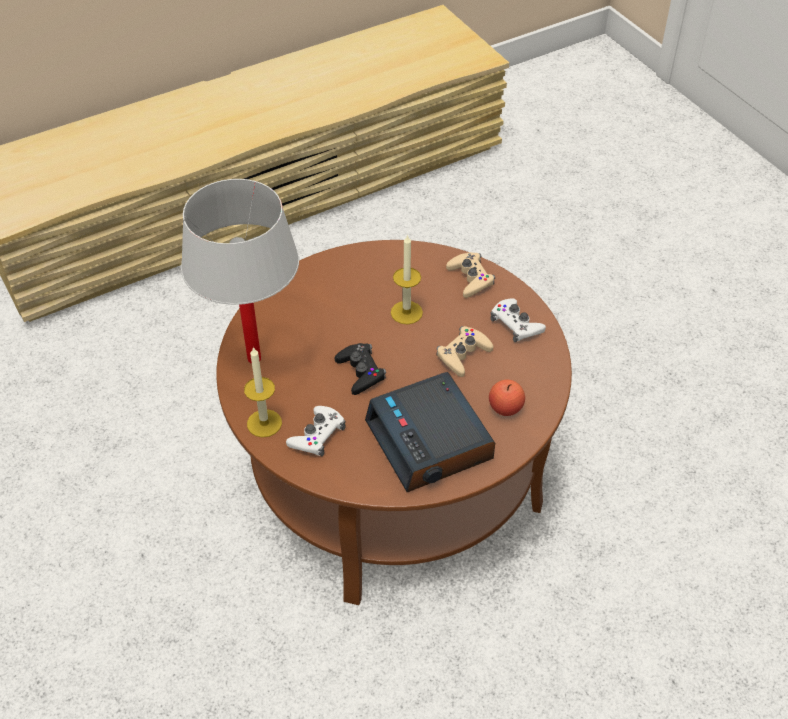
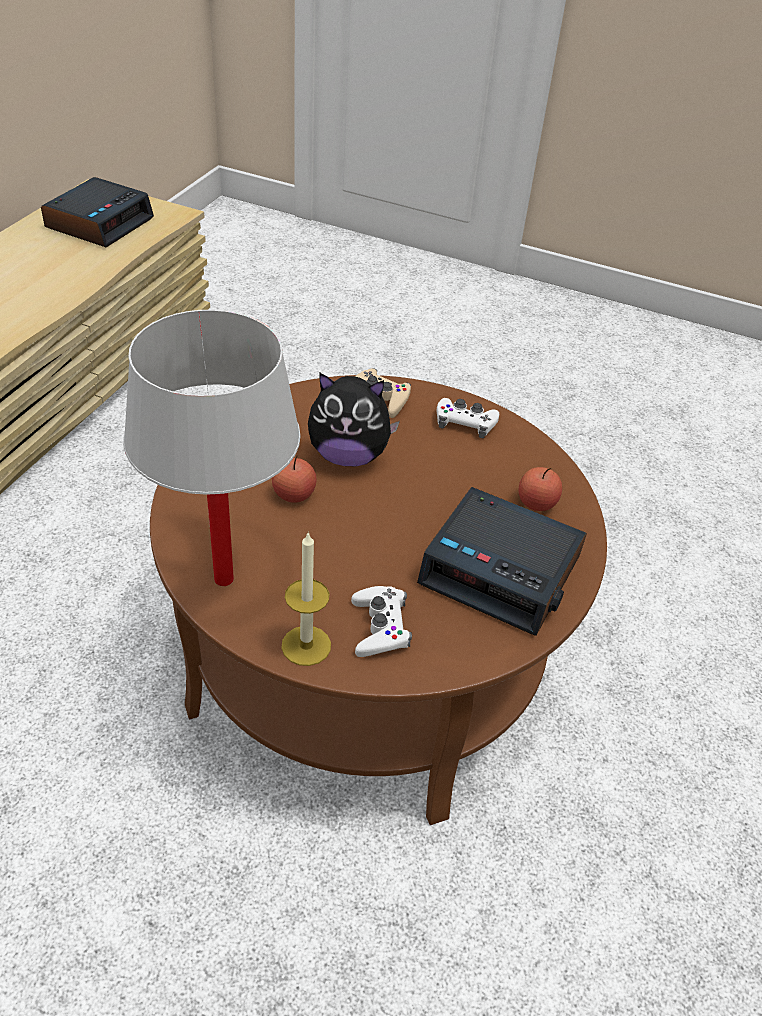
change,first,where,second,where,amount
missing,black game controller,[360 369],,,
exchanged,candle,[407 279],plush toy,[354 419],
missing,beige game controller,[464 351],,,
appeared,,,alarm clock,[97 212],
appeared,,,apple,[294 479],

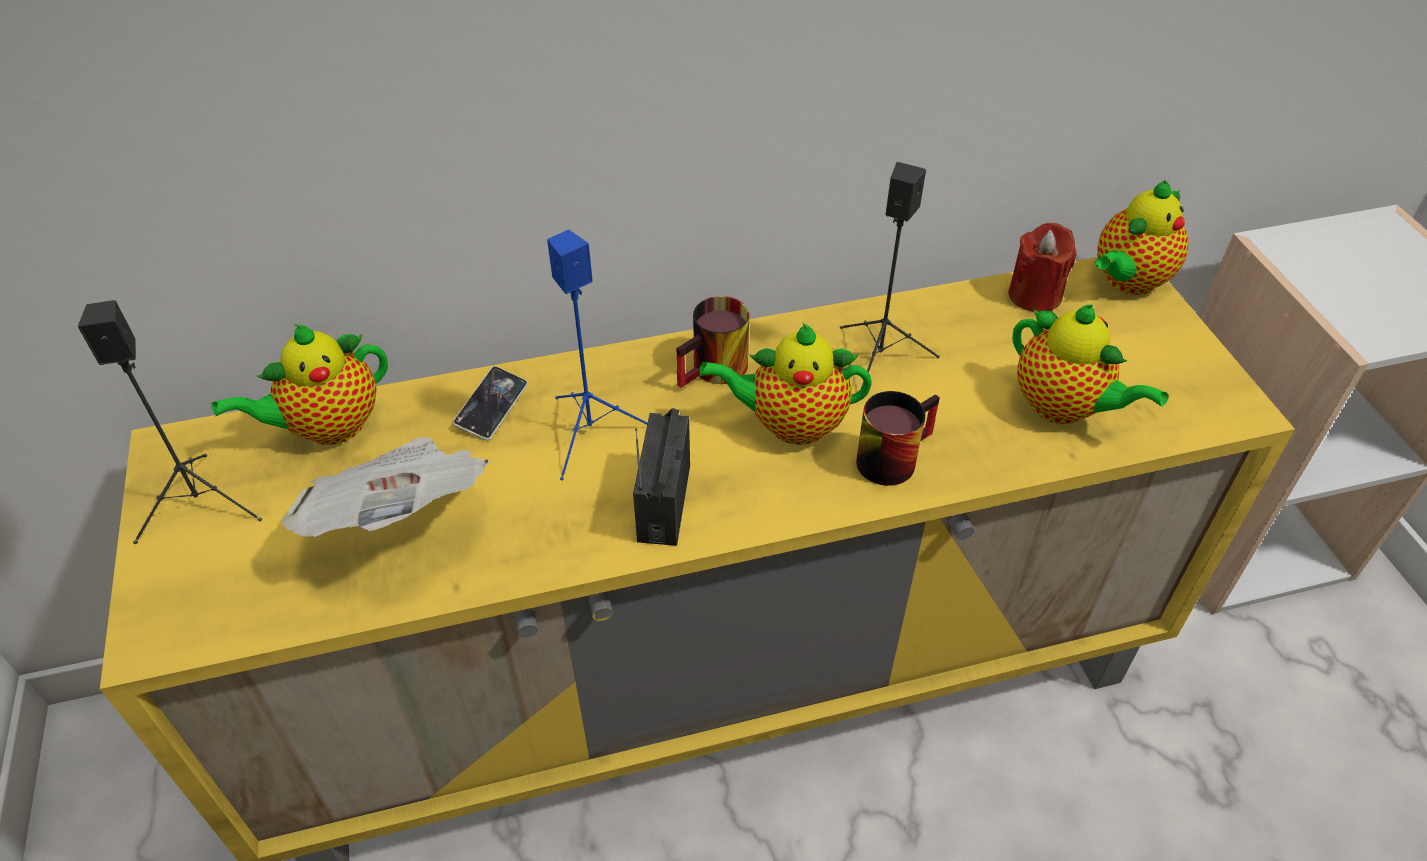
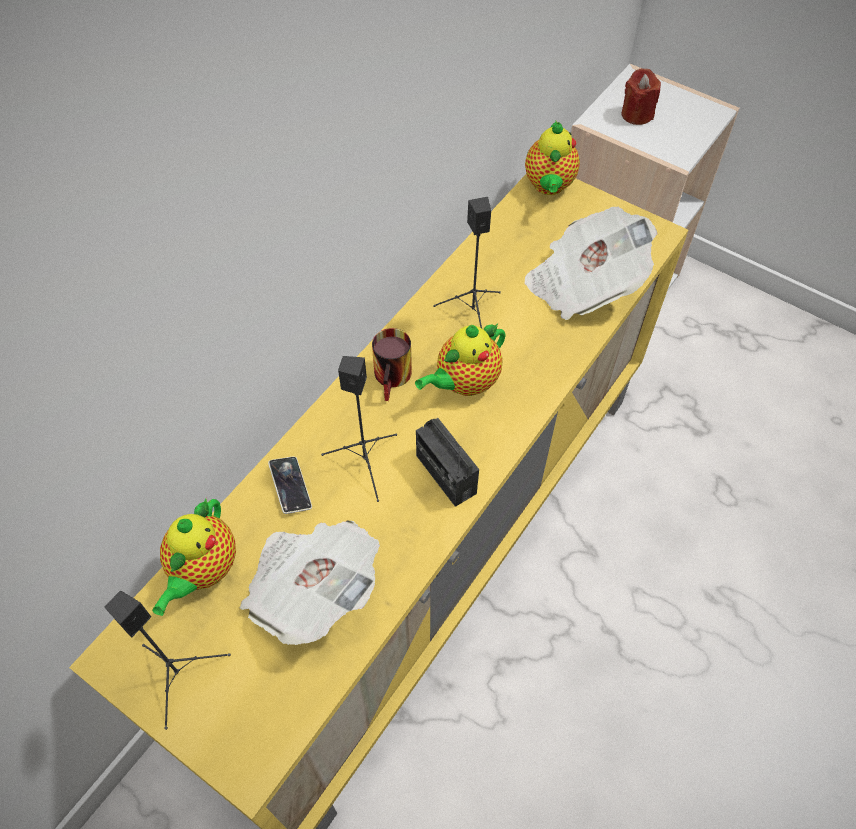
change,first,where,second,where,amount
colour,blue speaker,[597 355],black speaker,[359 429],
missing,mug,[898 438],,,
relocated,red candle,[1042 267],,[641 96],
exchanged,teapot,[1090 364],newspaper,[591 263],

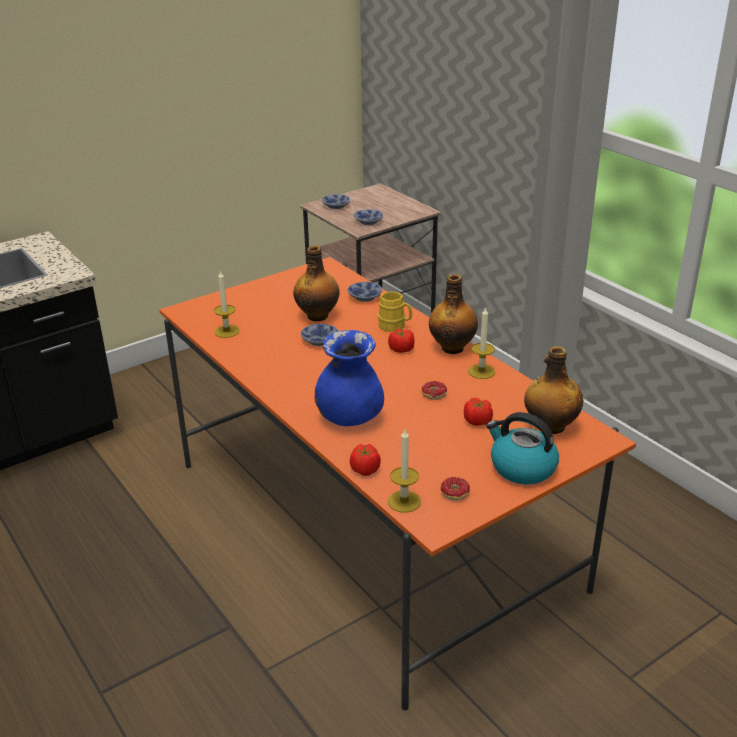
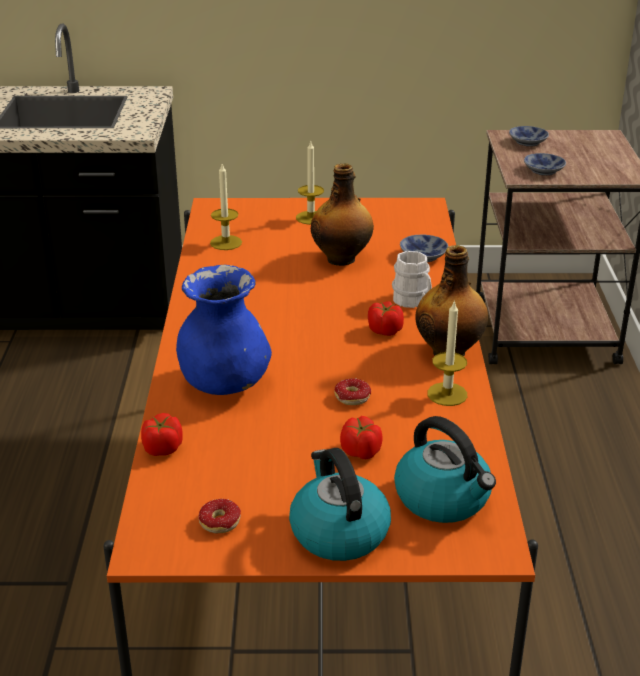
change,first,where,second,where,amount
missing,bowl,[319 335],,,
colour,yellow mug,[395 311],white mug,[412 279],
relocated,candle,[404 471],,[310 183],
exchanged,bottle,[553 390],kettle,[445 469],

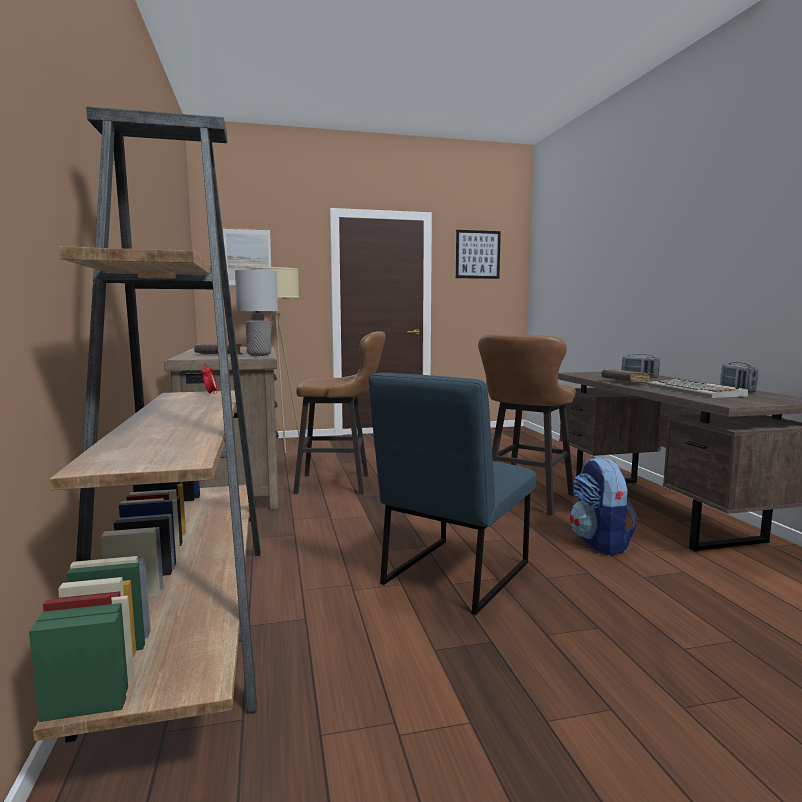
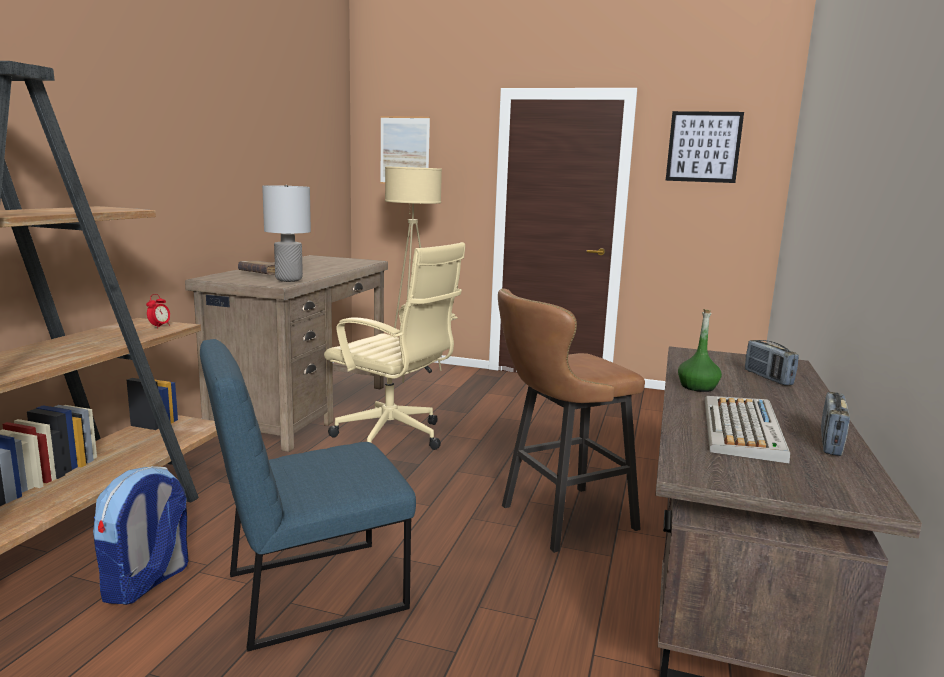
change,first,where,second,where,amount
exchanged,brown stool,[339 412],beige office chair,[394 346],
relocated,backpack,[604 506],,[141 535],
exchanged,brown book,[627 376],green bottle,[700 350],

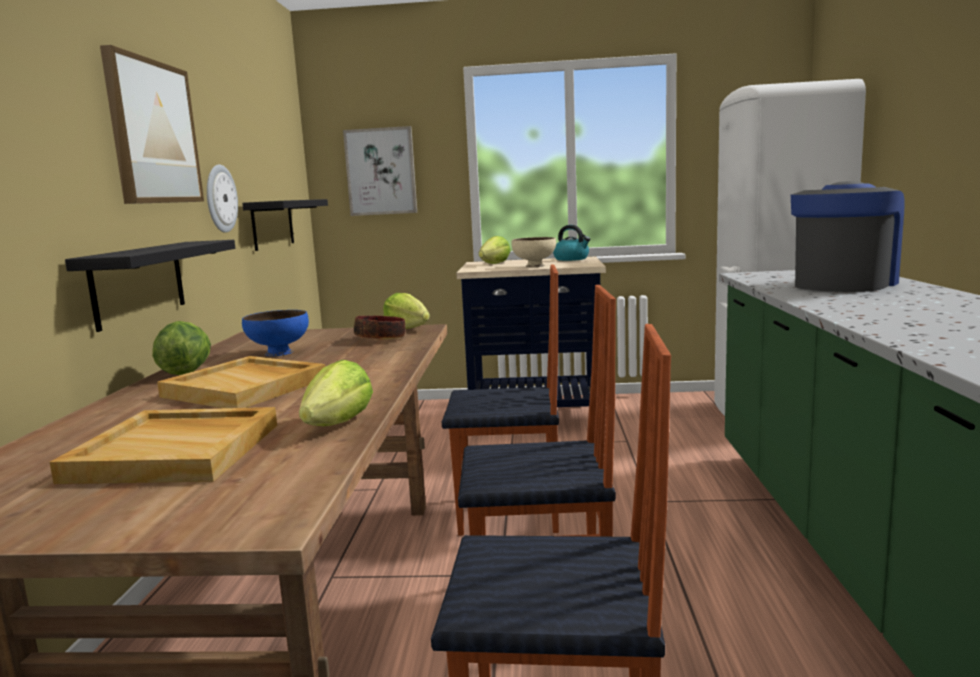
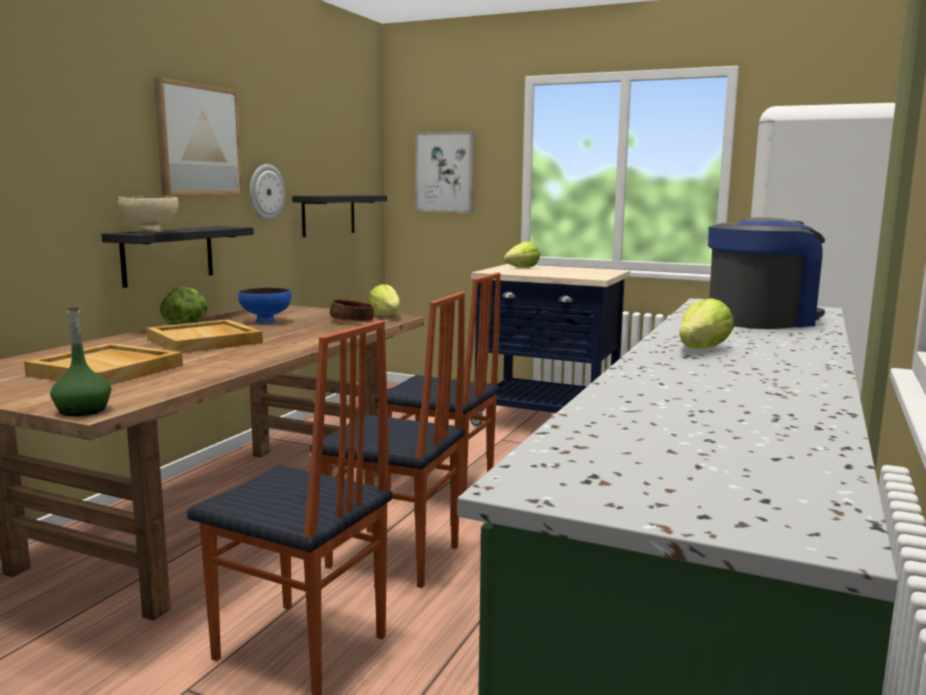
change,first,where,second,where,amount
relocated,lettuce,[336 393],,[706 323],
relocated,beige bowl,[533 252],,[148 214],
missing,kettle,[571 243],,,
appeared,,,green bottle,[80 362],

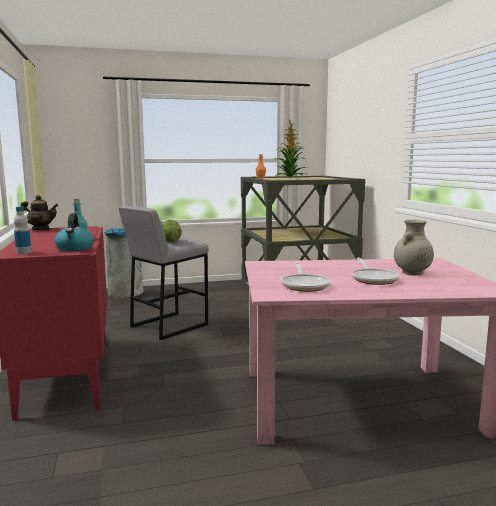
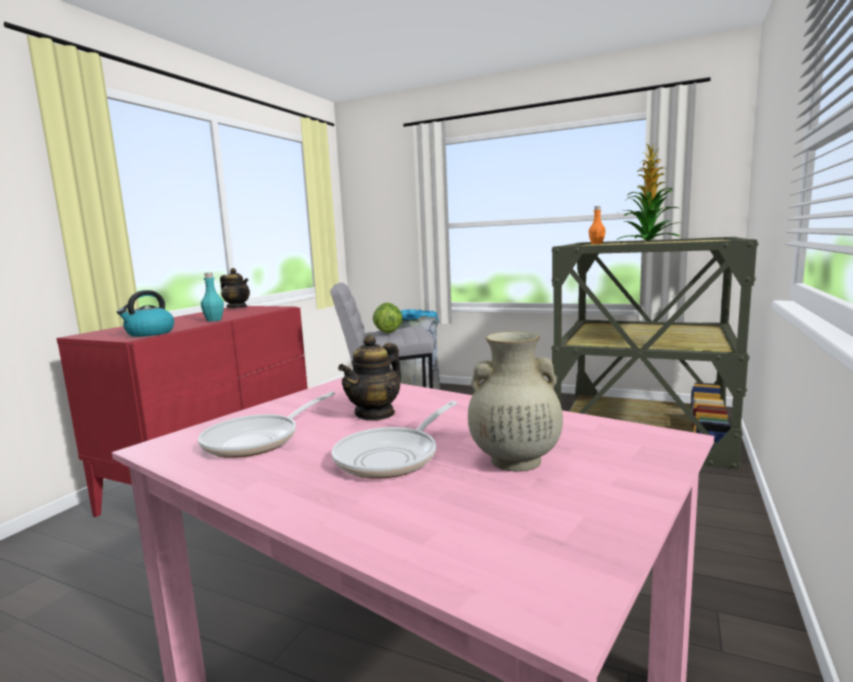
change,first,where,second,where,amount
missing,bottle,[23 230],,,
appeared,,,teapot,[370 377],

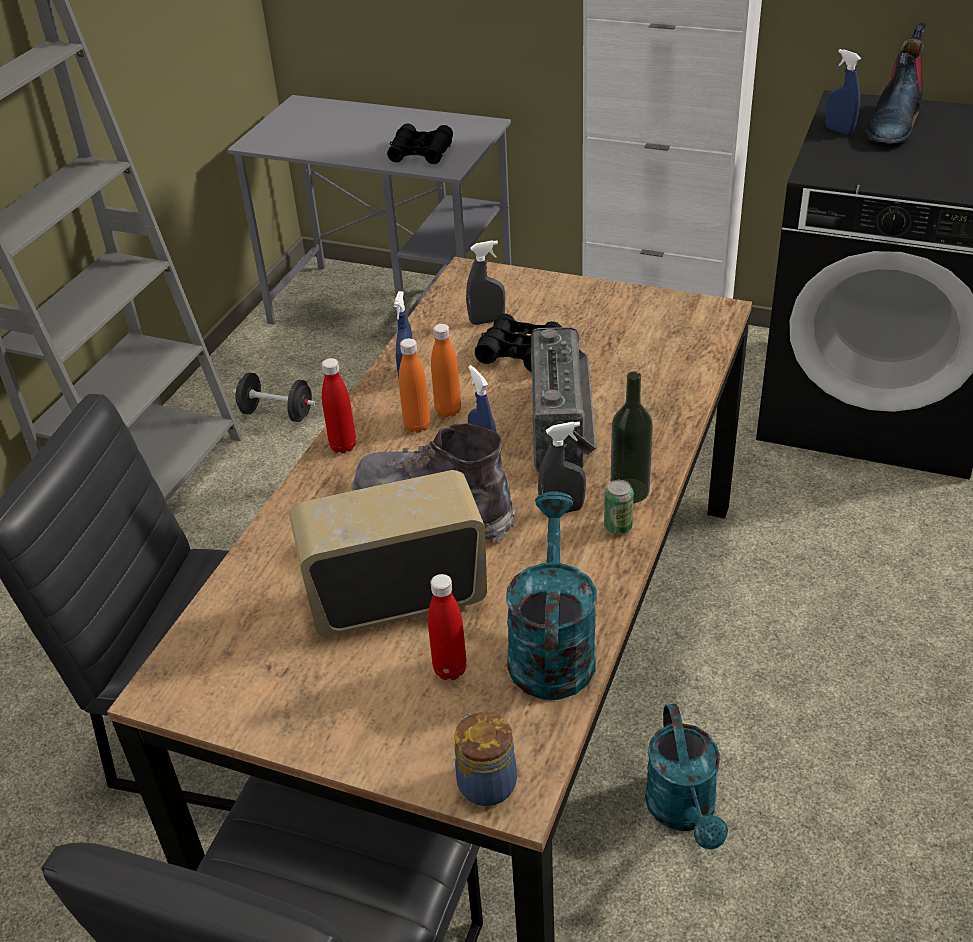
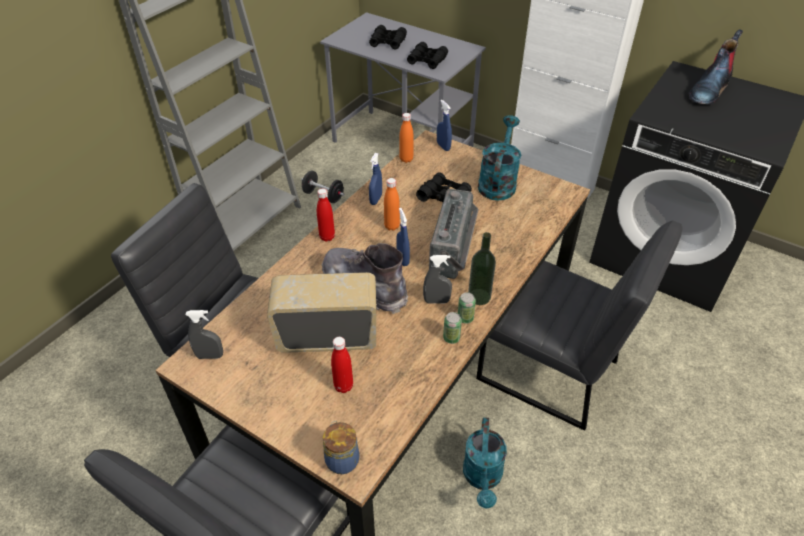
change,first,where,second,where,amount
relocated,orange bottle,[414 385],,[406 138],
relocated,grey spray bottle,[485 282],,[204 334],
relocated,turquoise watering can,[551 595],,[499 158],
relocated,blue spray bottle,[843 92],,[444 125],
appeared,,,black binoculars,[388 37],
appeared,,,can,[452 328],
appeared,,,grey chair,[579 325],

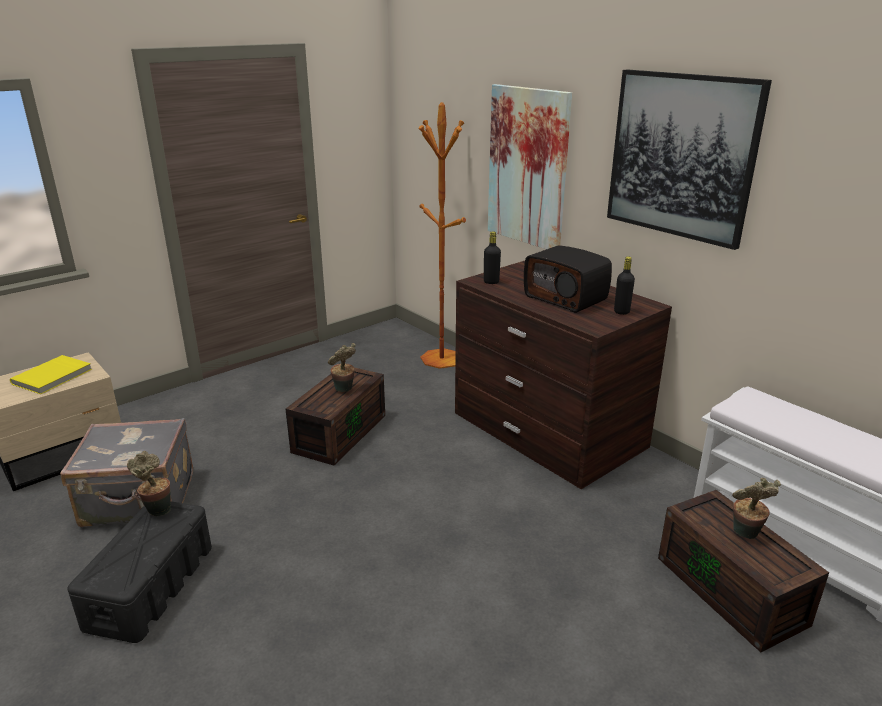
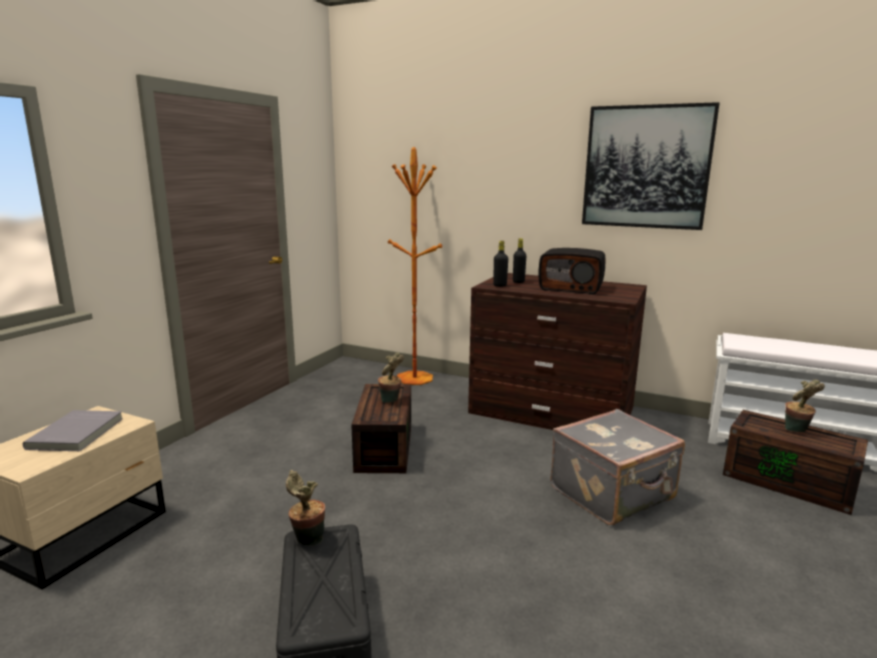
change,first,where,second,where,amount
colour,yellow book,[51 374],grey book,[73 430],
relocated,grey suitcase,[126 472],,[617 467],
missing,picture,[530 166],,,
relocated,black bottle,[624 285],,[519 260],

